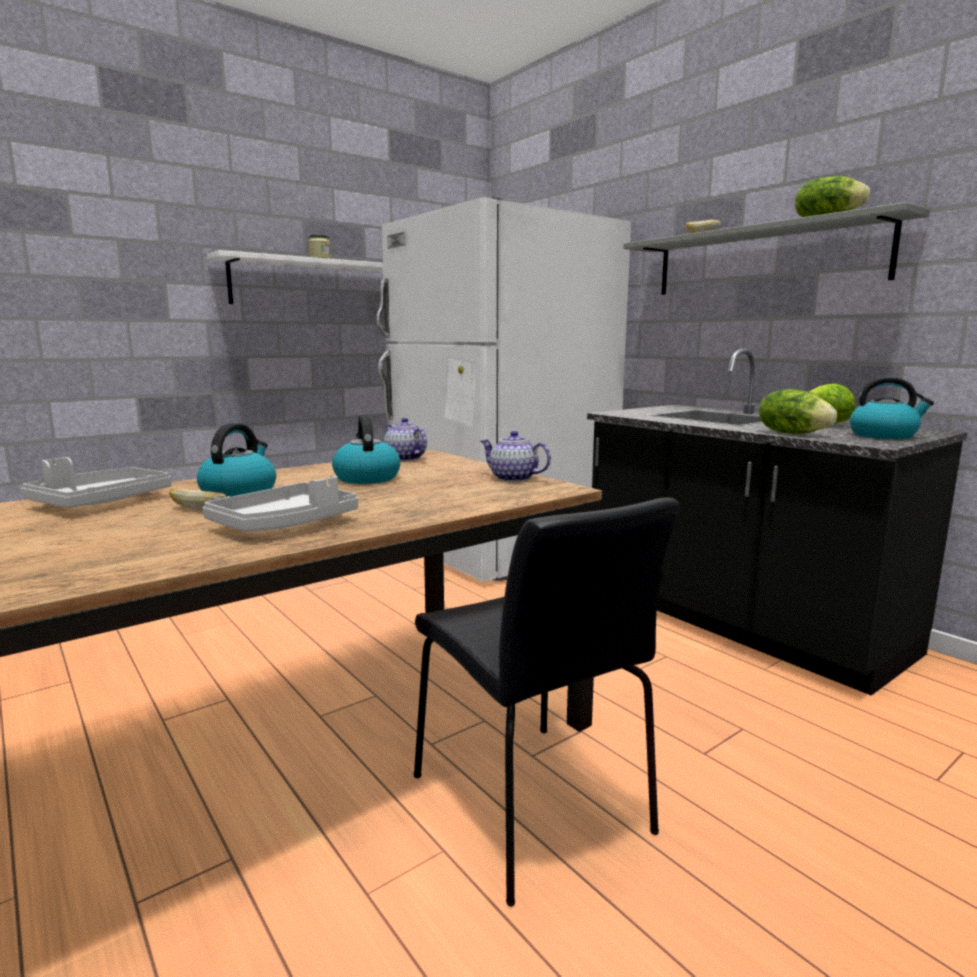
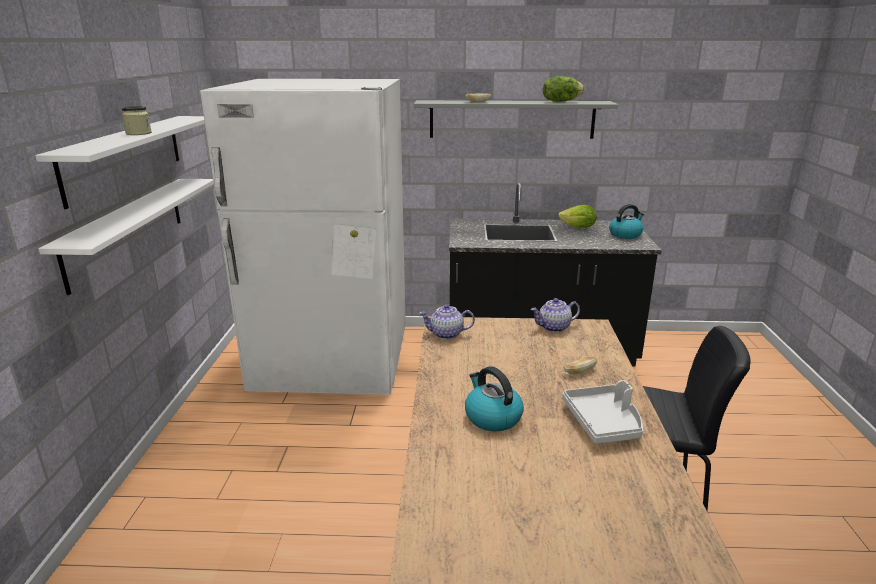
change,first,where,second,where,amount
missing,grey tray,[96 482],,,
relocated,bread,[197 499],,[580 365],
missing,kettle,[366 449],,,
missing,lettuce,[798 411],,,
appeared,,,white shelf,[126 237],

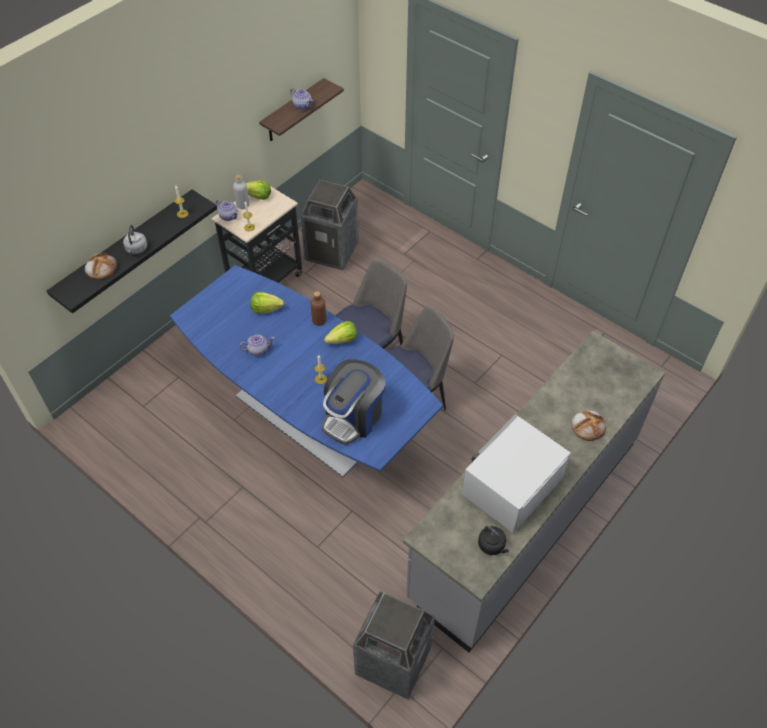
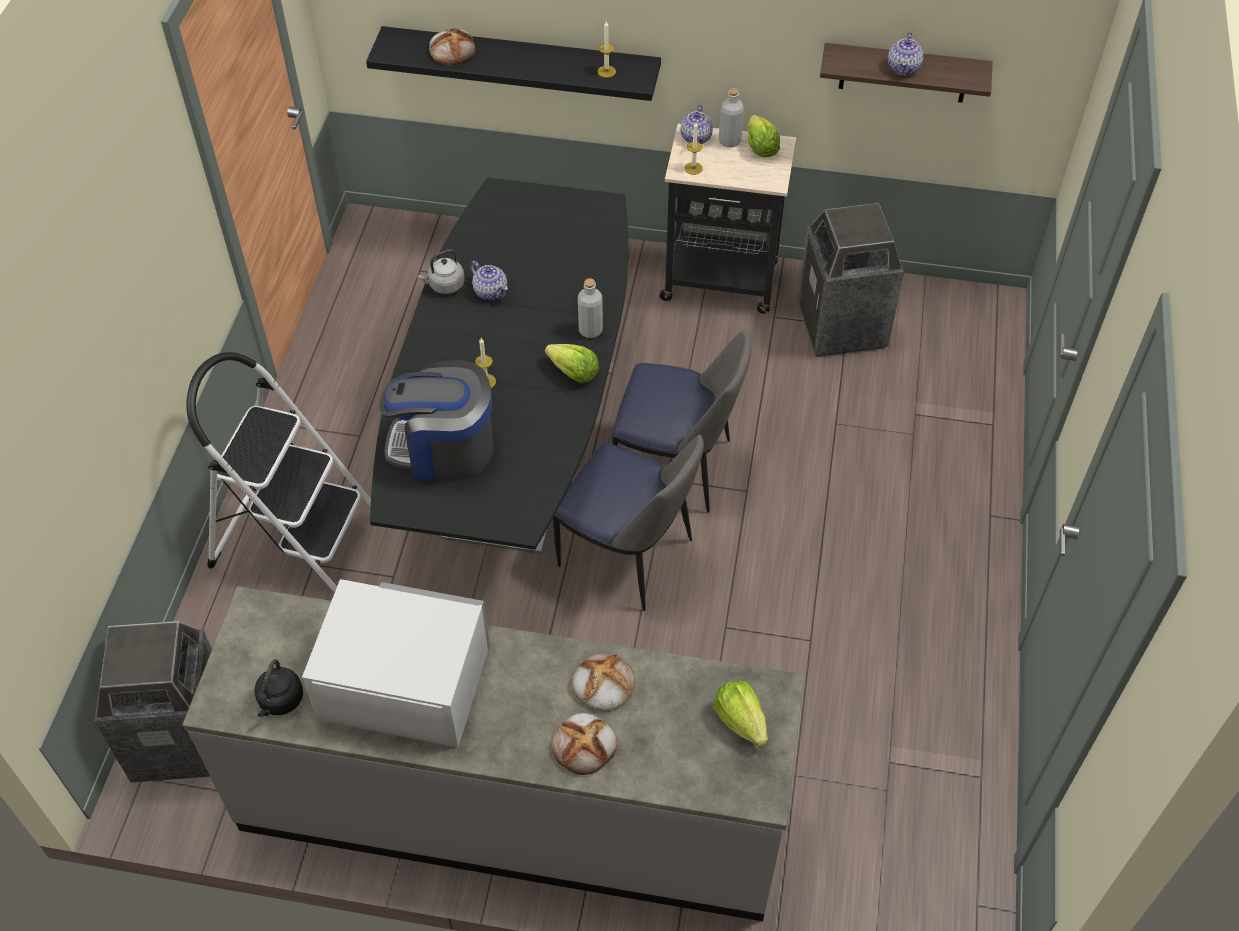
change,first,where,second,where,amount
relocated,grey kettle,[135 239],,[441 271],
colour,blue dining table,[306 371],black dining table,[499 365],
relocated,lettuce,[267 303],,[740 713],
colour,brown bottle,[319 308],grey bottle,[590 308],
appeared,,,step ladder,[278 472],
appeared,,,bread,[603 682],

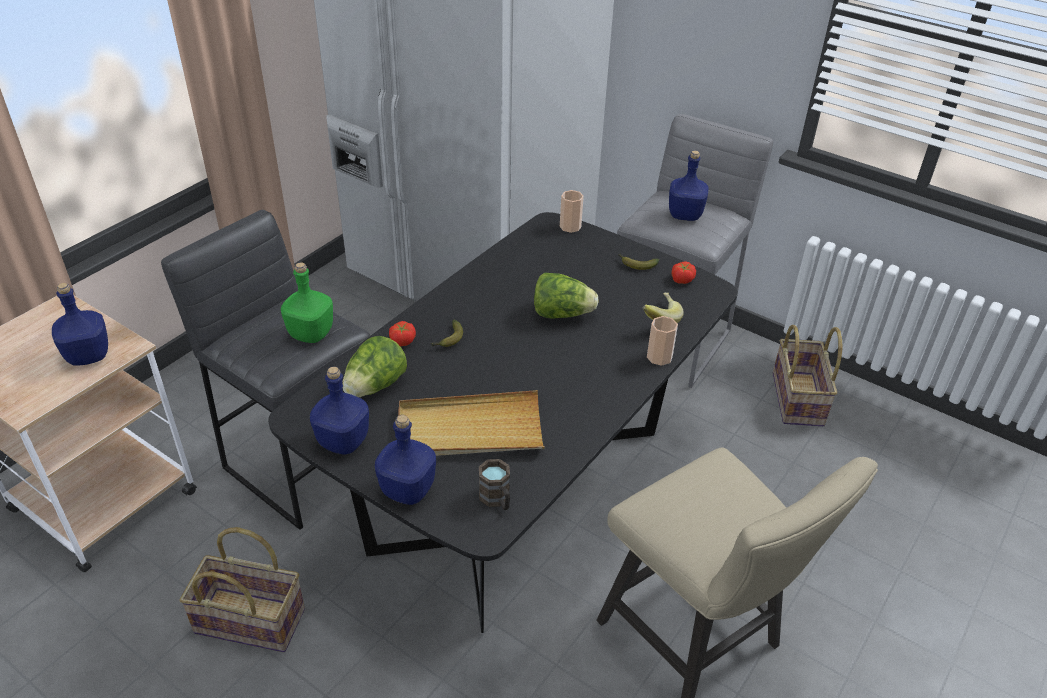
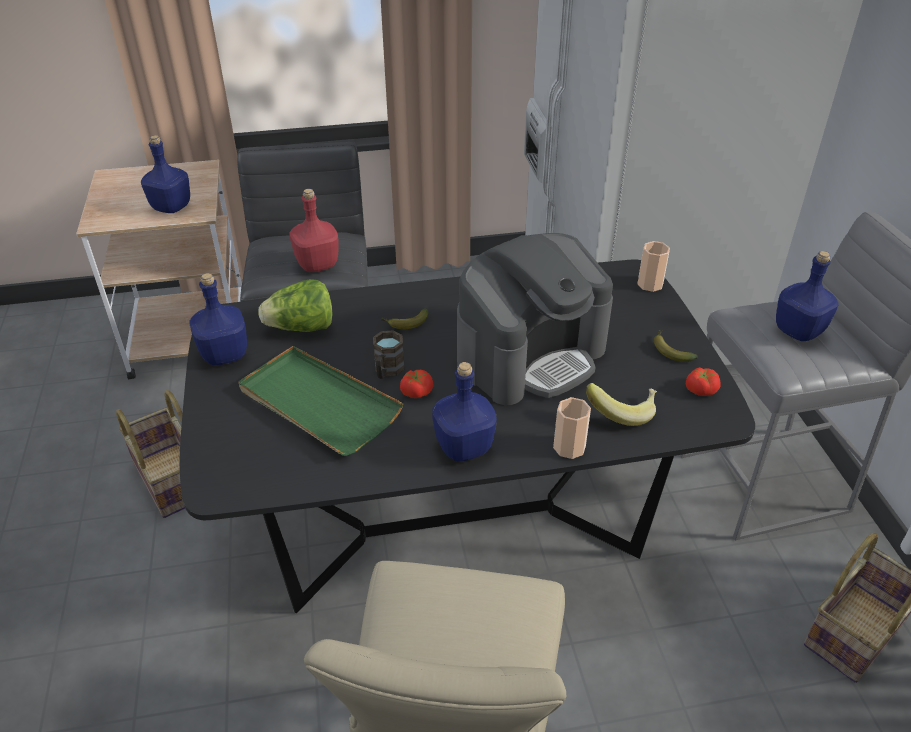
change,first,where,second,where,amount
colour,green bottle,[307 302],red bottle,[313 230],
relocated,blue bottle,[405 460],,[464 411],
relocated,tomato,[402 334],,[417 384],
colour,beige tray,[471 423],green tray,[321 401],
relocated,brown mug,[494 484],,[389 354],
exchanged,lettuce,[566 295],coffee machine,[535 319],

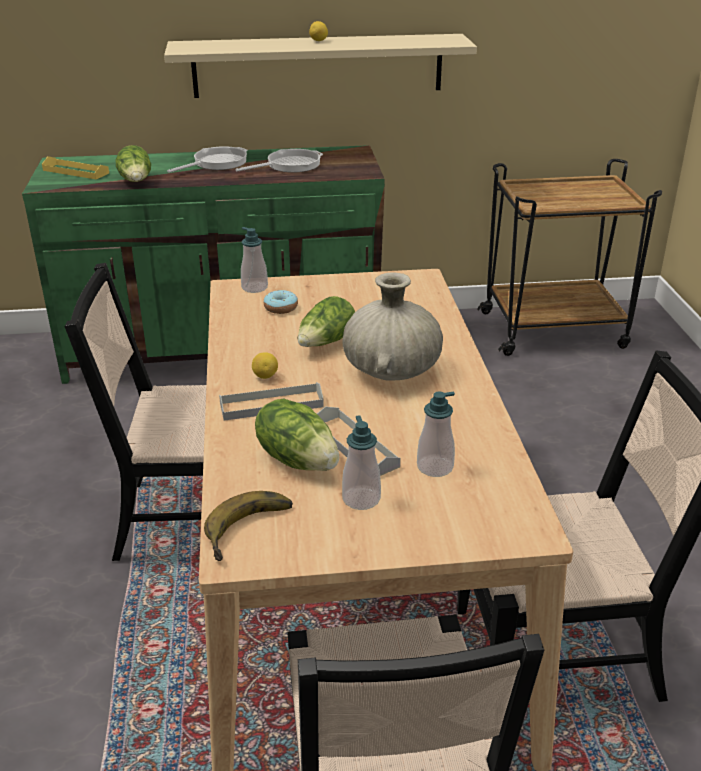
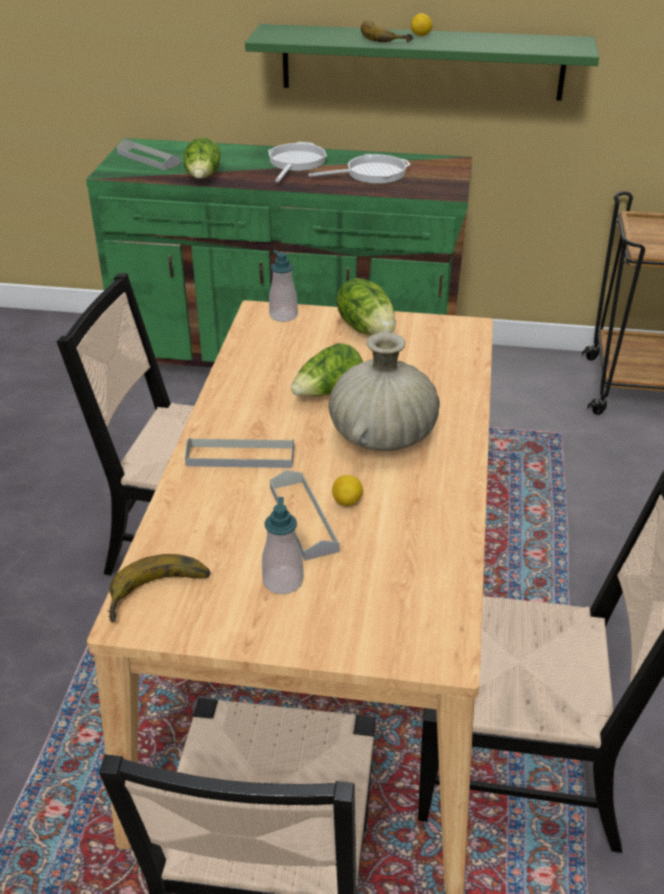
change,first,where,second,where,amount
colour,yellow tray,[75 167],grey tray,[149 154],
colour,beige shelf,[320 66],green shelf,[422 62],
spun,frying pan,[207 159],,[297 162],45 degrees counterclockwise
relocated,lemon,[265 365],,[347 490],
relocated,lettuce,[297 435],,[366 307],
missing,donut,[281 302],,,
missing,soap dispenser,[436 434],,,
appeared,,,banana,[387 31],

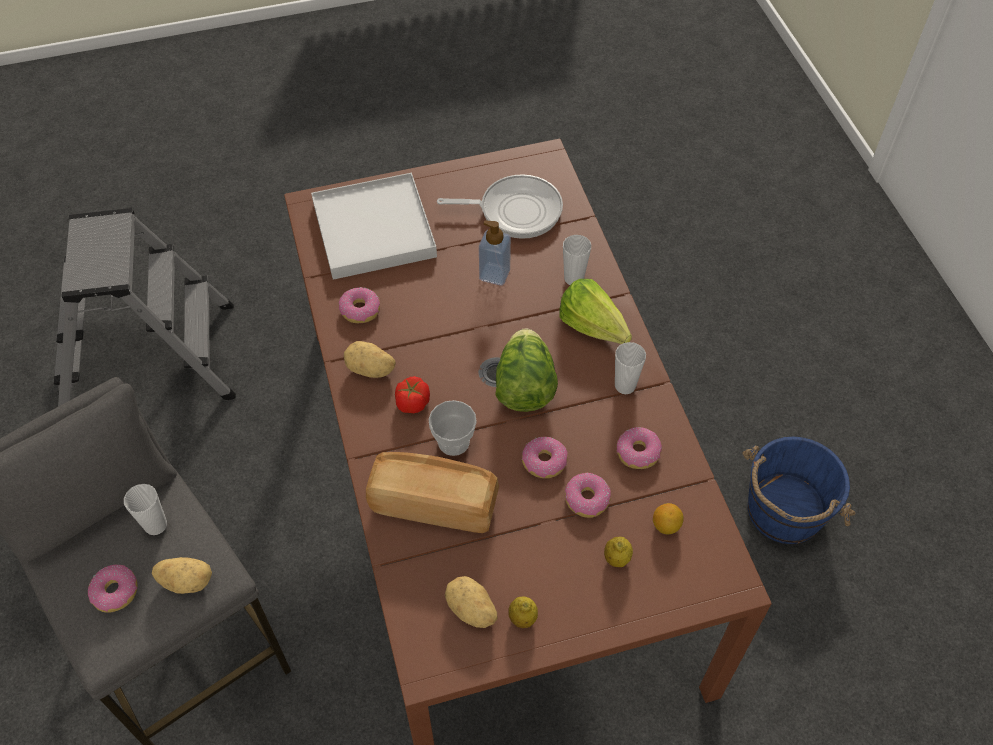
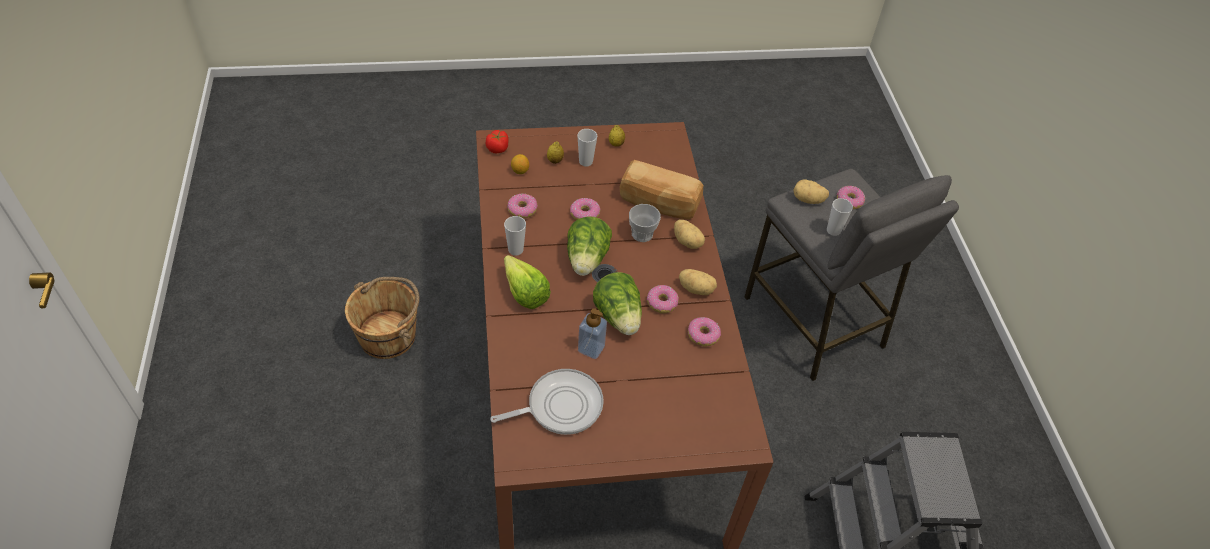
change,first,where,second,where,amount
missing,white tray,[374 226],,,
relocated,tomato,[412 394],,[497 141],
spun,frying pan,[500 206],,[547 402],150 degrees clockwise
relocated,potato,[471 602],,[689 234],
relocated,cup,[577 260],,[587 148],
relocated,donut,[588 495],,[663 299],
colour,blue bucket,[798 490],brown bucket,[382 318],
appeared,,,lettuce,[617 303],

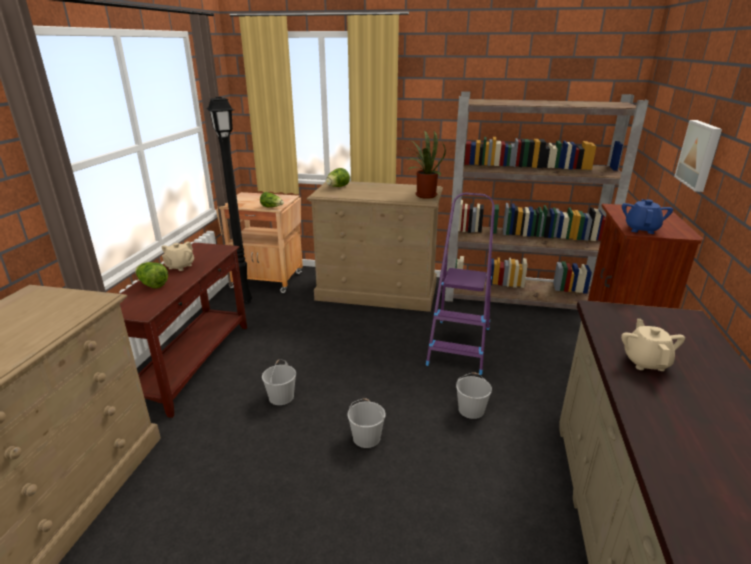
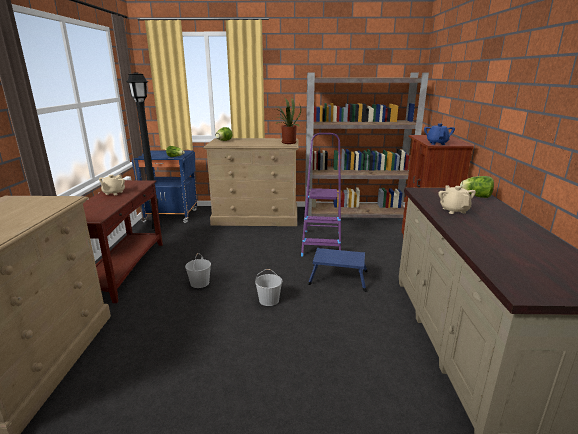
change,first,where,second,where,amount
relocated,lettuce,[151 275],,[477 187],
colour,brown cart,[259 242],blue cart,[164 186],
exchanged,white bucket,[474 396],blue step ladder,[337 270],
missing,picture,[698 156],,,

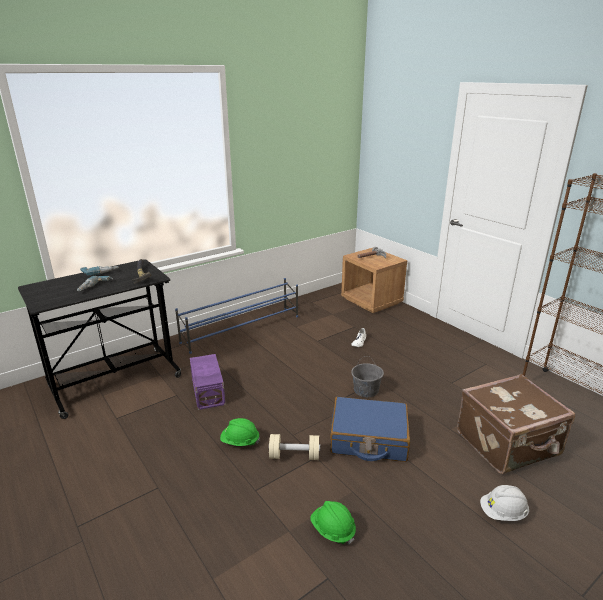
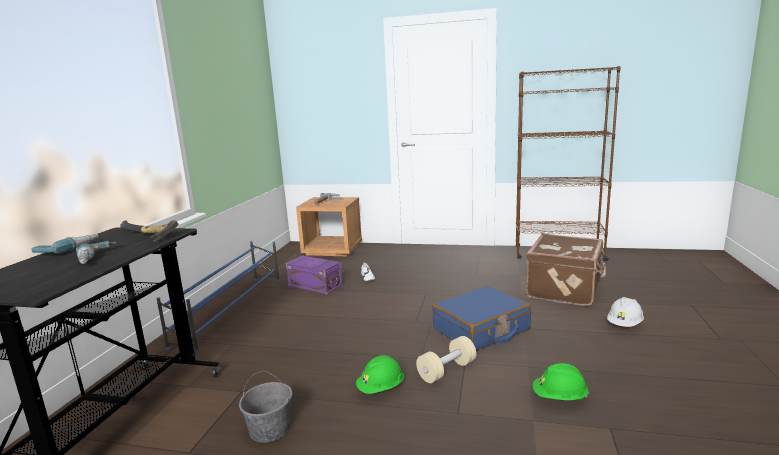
change,first,where,second,where,amount
relocated,purple storage box,[208 382],,[314 275],
relocated,grey bucket,[367 377],,[266 407],

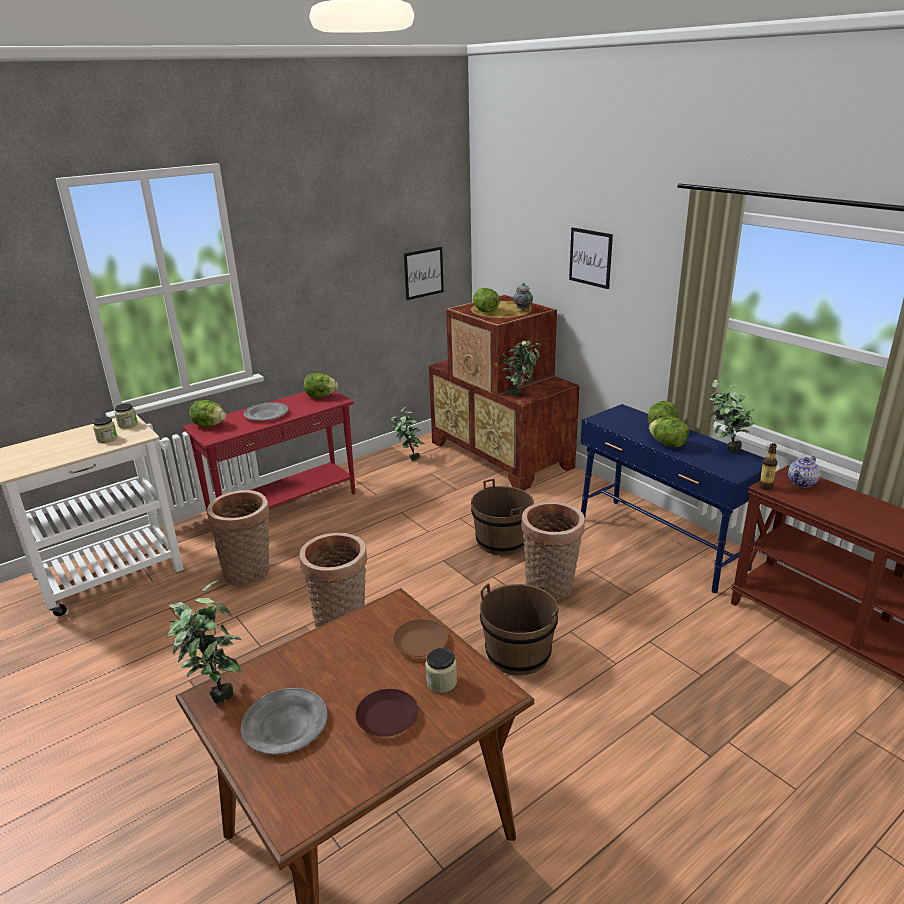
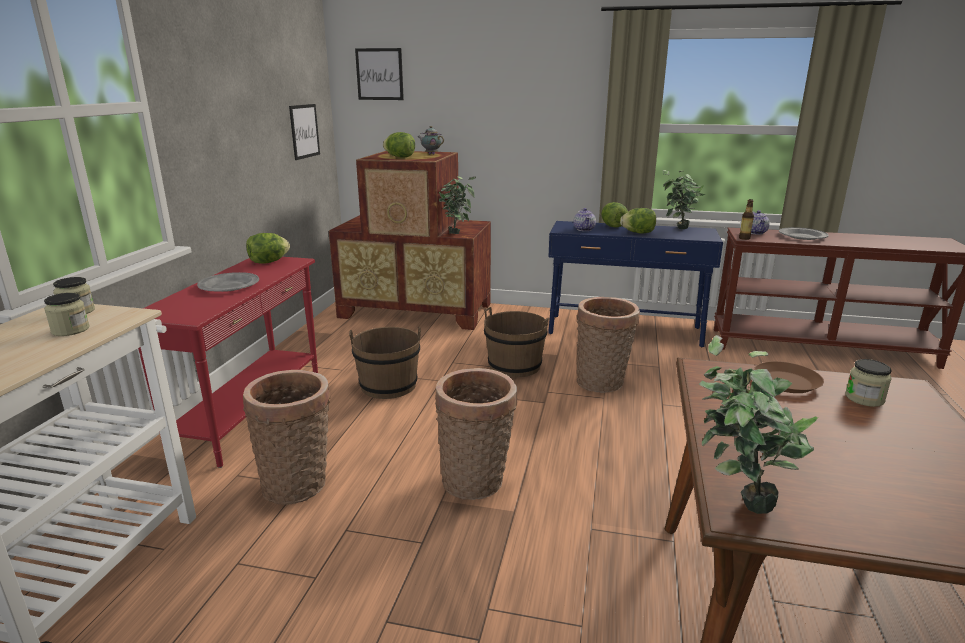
change,first,where,second,where,amount
missing,lettuce,[207 413],,,
relocated,grey plate,[284 721],,[803 233],
missing,brown plate,[386 713],,,
missing,potted plant,[407 434],,,
relocated,brown bucket,[519 629],,[385 363],
relocated,picture,[591 258],,[379 74],
appeared,,,teapot,[584 219],

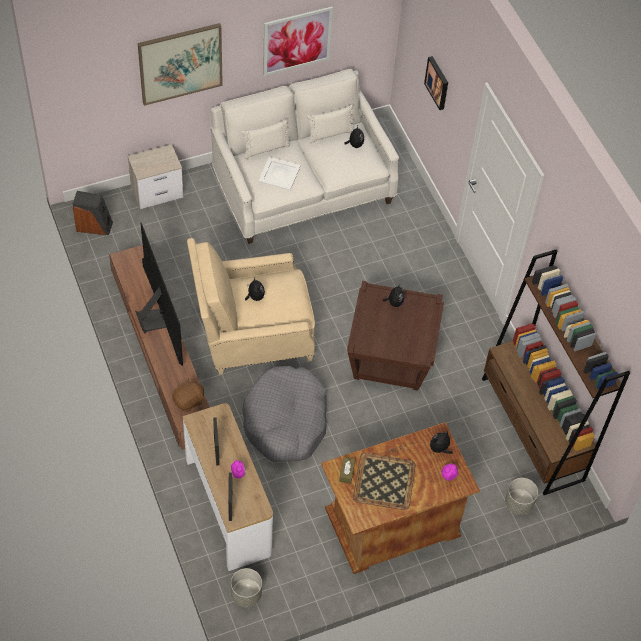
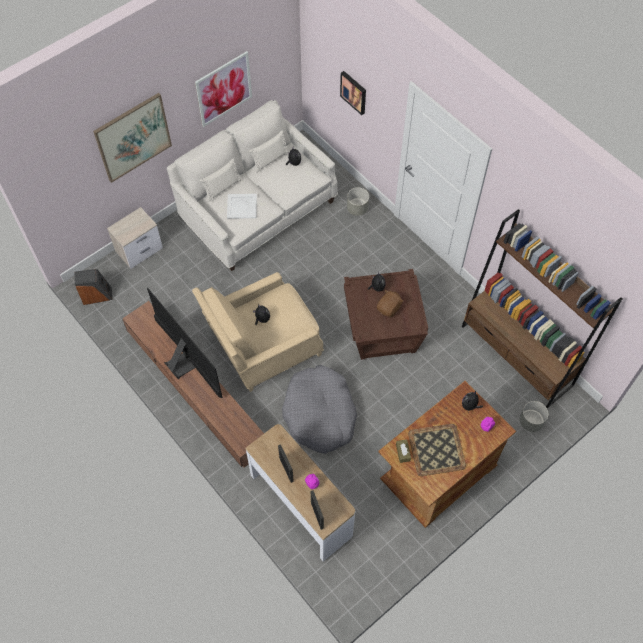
change,first,where,second,where,amount
relocated,brown plush toy,[188 395],,[390 304],
relocated,grey planter,[246 587],,[358 202],

